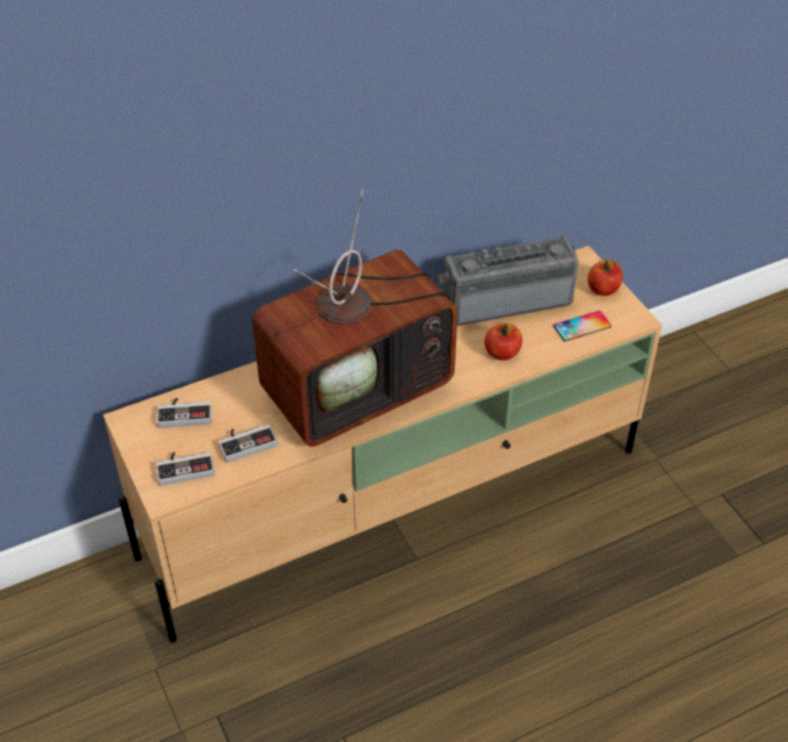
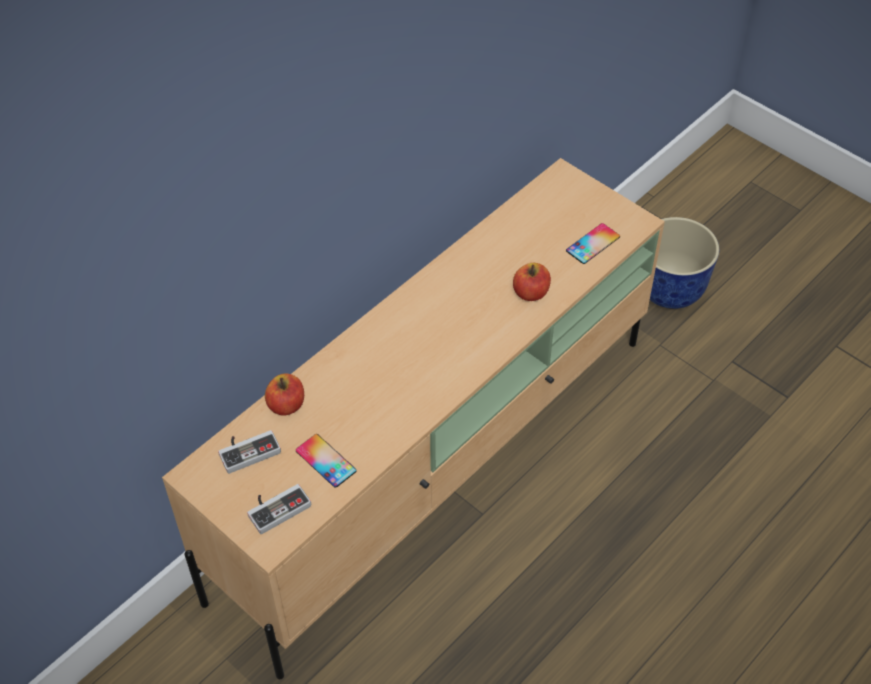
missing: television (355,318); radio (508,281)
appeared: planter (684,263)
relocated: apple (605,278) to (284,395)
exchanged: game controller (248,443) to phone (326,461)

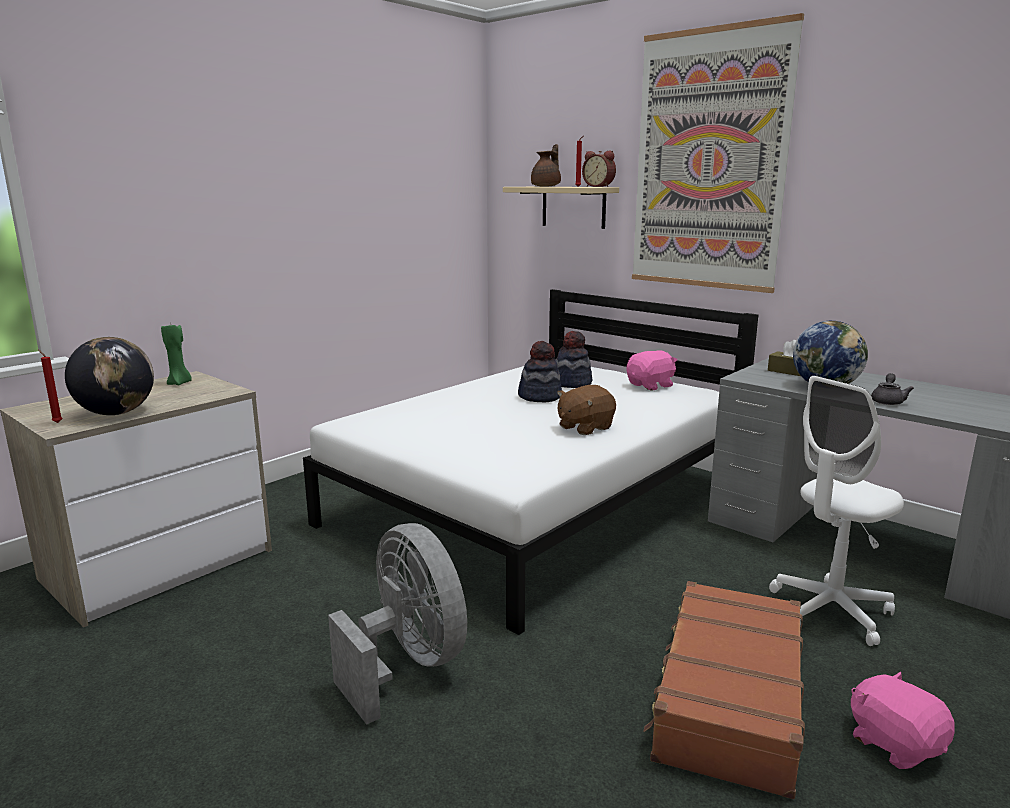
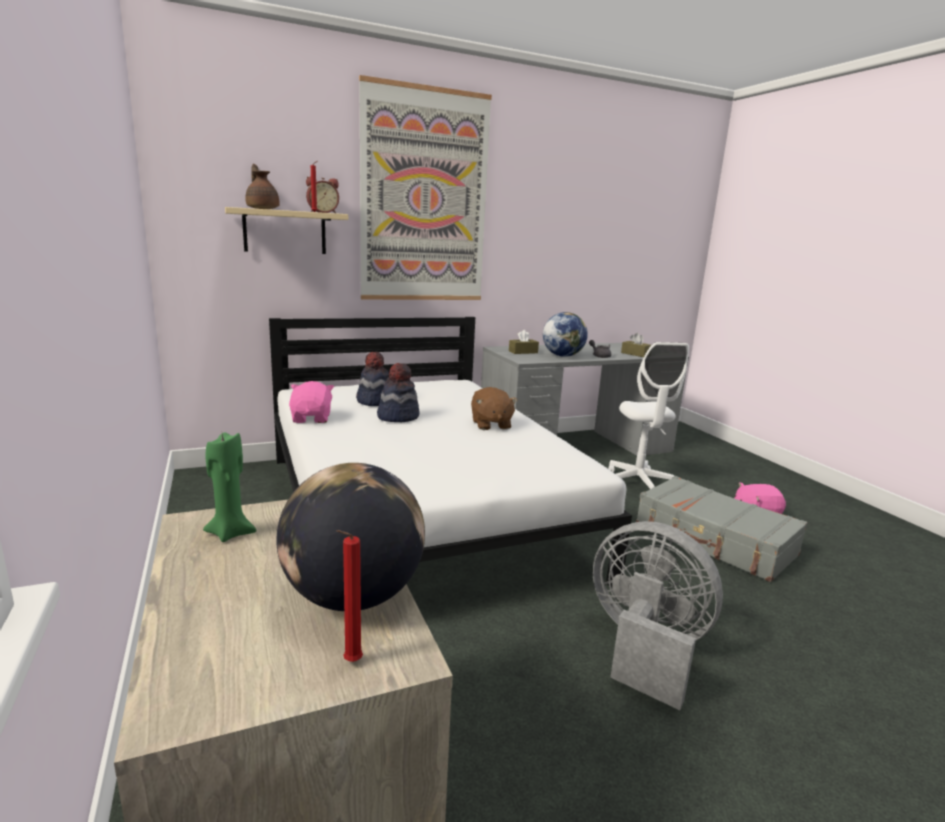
appeared: tissue box/brown (636,345)
relocated: plush toy/pink (652,370) to (311,402)
colour: suitcase/brown (724,690) to suitcase/grey (722,529)
spun: fan/grey (397,624) = (658,615) 45 degrees clockwise

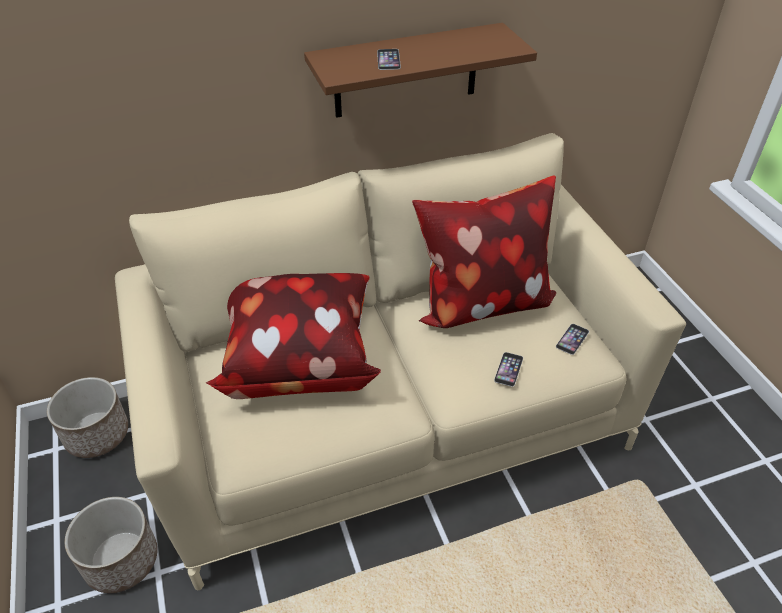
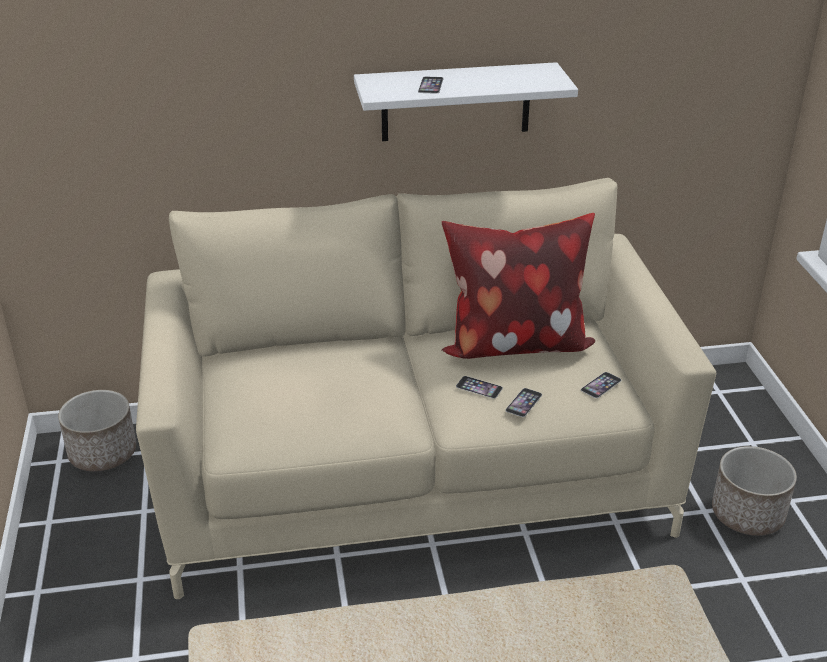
missing: pillow (293,336)
appeared: phone (479,387)
relocated: planter (111,545) to (754,491)
colour: shelf/brown (420,70) to shelf/white (466,101)

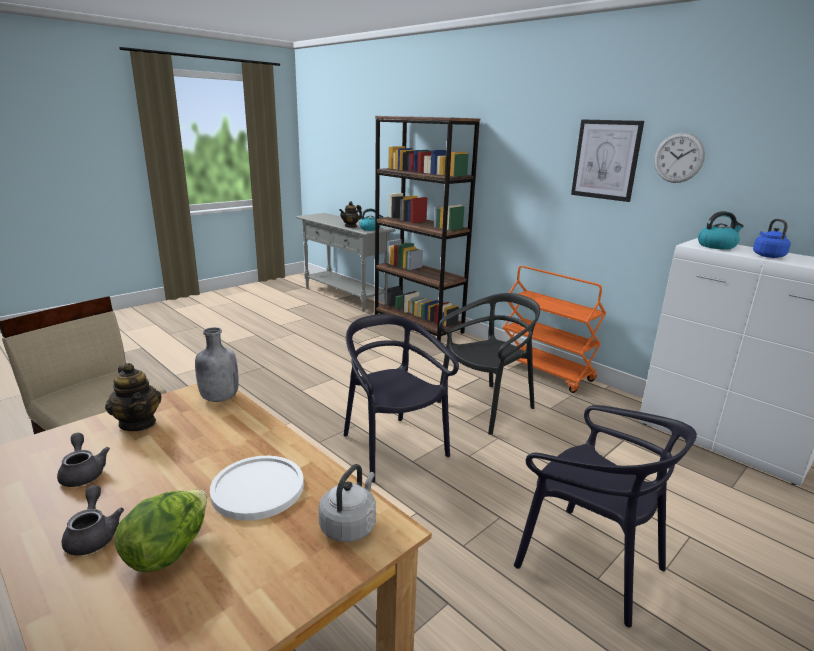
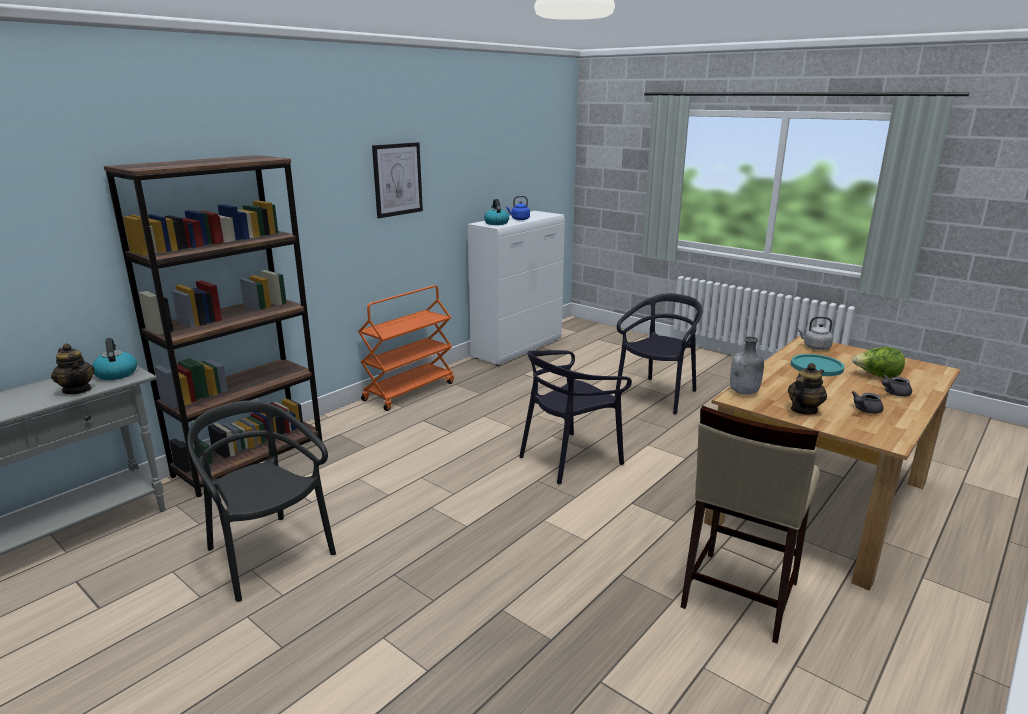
missing: wall clock (679,157)
relocated: chair/black (488,364) to (261,501)
colour: plate/white (257,488) to plate/turquoise (817,365)

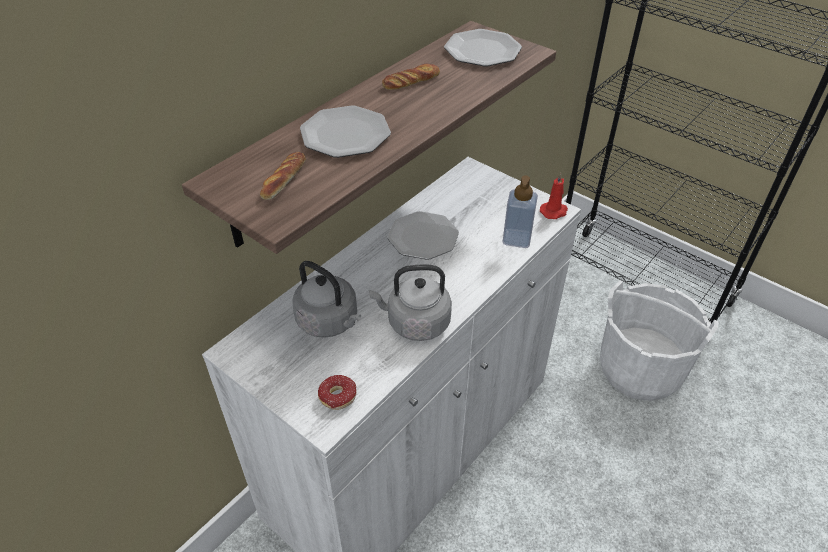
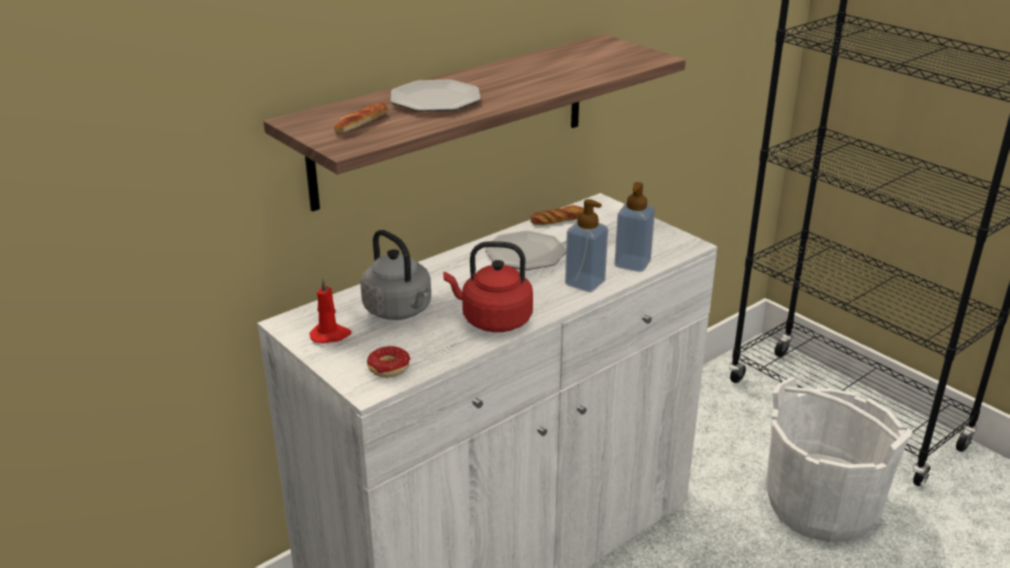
missing: plate (483,48)
appeared: soap dispenser (586,245)
relocated: bread (411,77) to (557,215); candle/red (554,195) to (330,311)
colour: kettle/grey (410,302) to kettle/red (488,286)

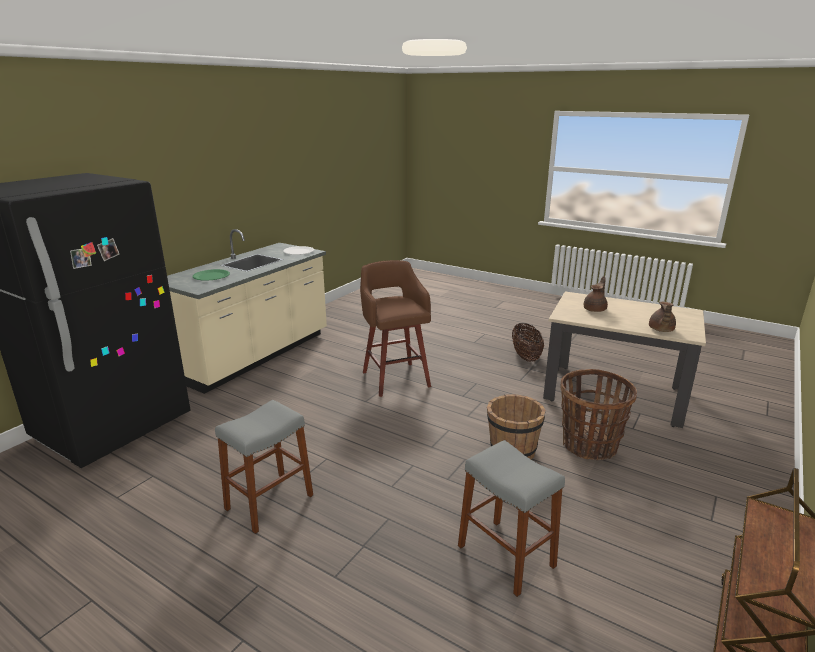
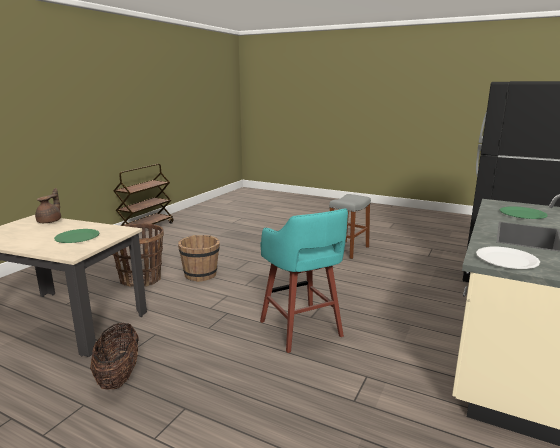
missing: stool/grey (511,518)
exchanged: teapot/brown (596,294) to plate/green (76,236)
colour: stool/brown (395,328) to stool/turquoise (304,280)

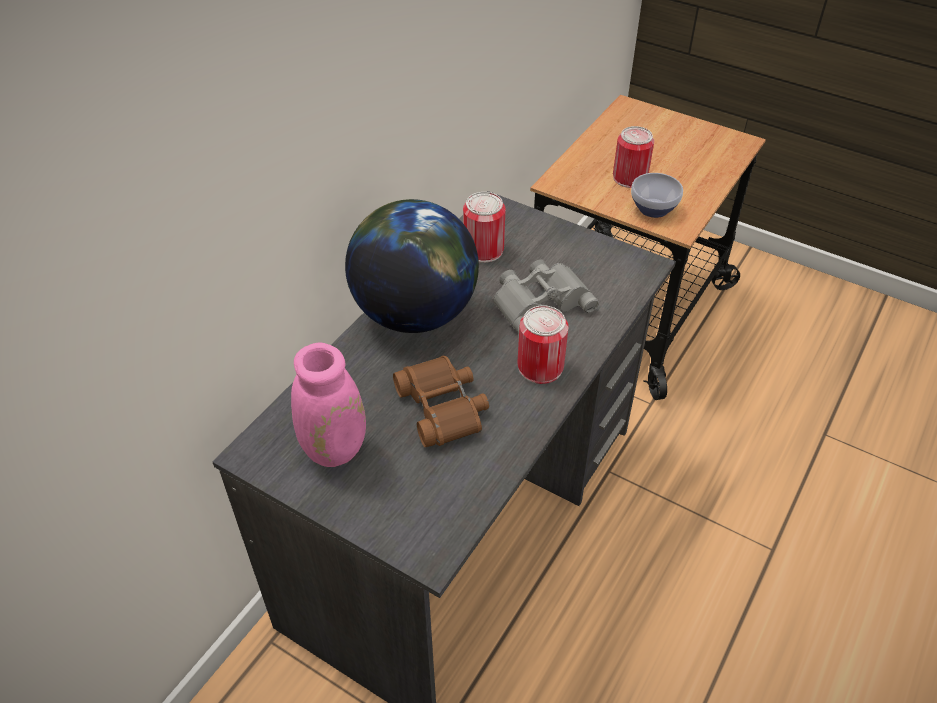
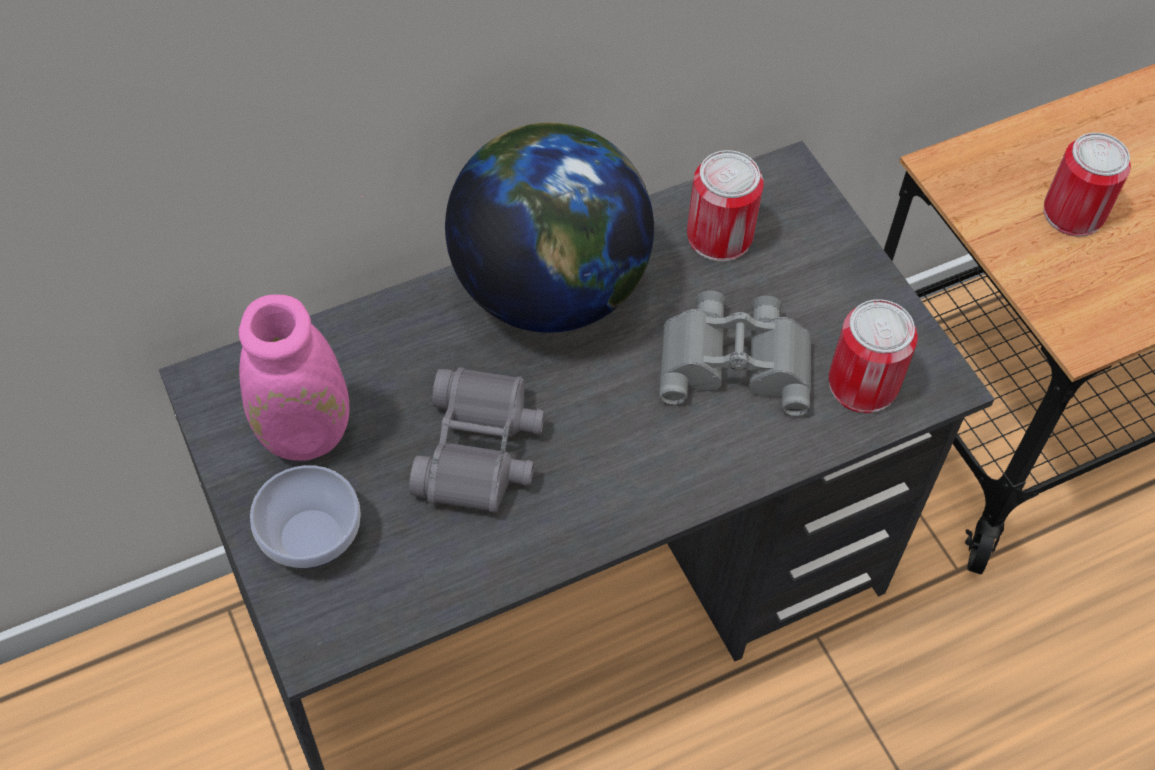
relocated: can (543,344) to (873,356); bowl (657,195) to (305,516)
colour: binoculars/brown (441,401) to binoculars/grey (477,440)

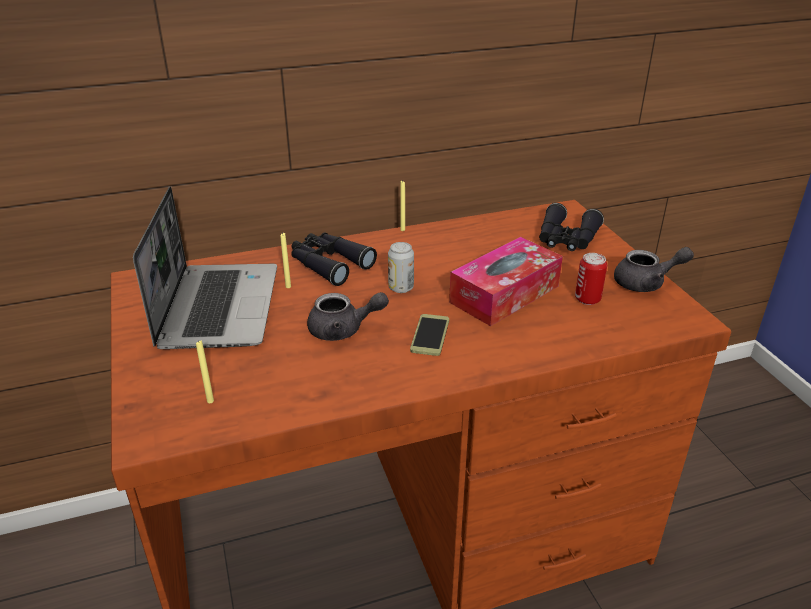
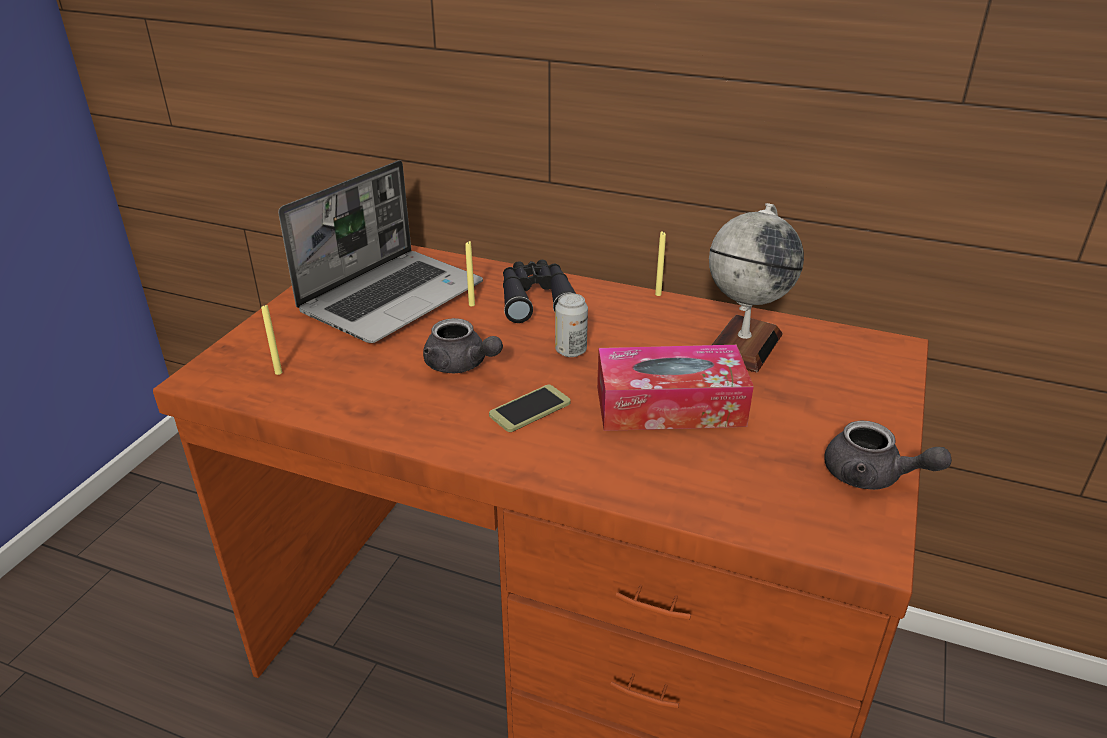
missing: binoculars/black (571,227); can (591,279)
appeared: globe (756,288)

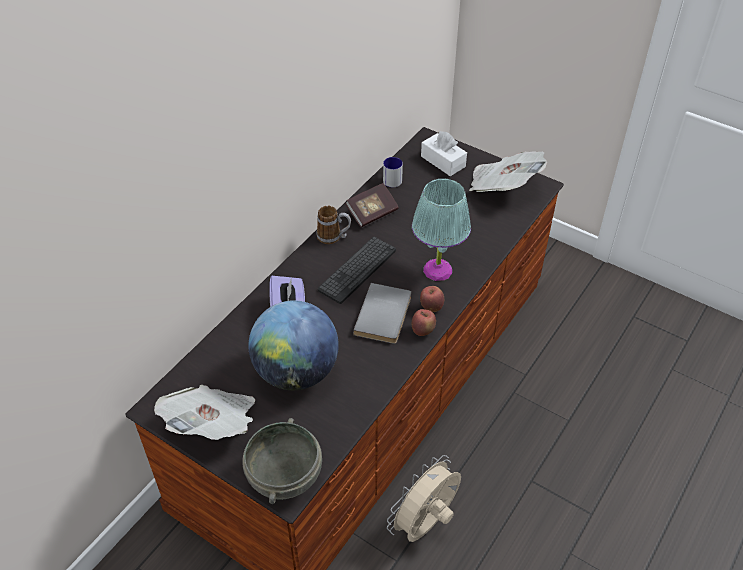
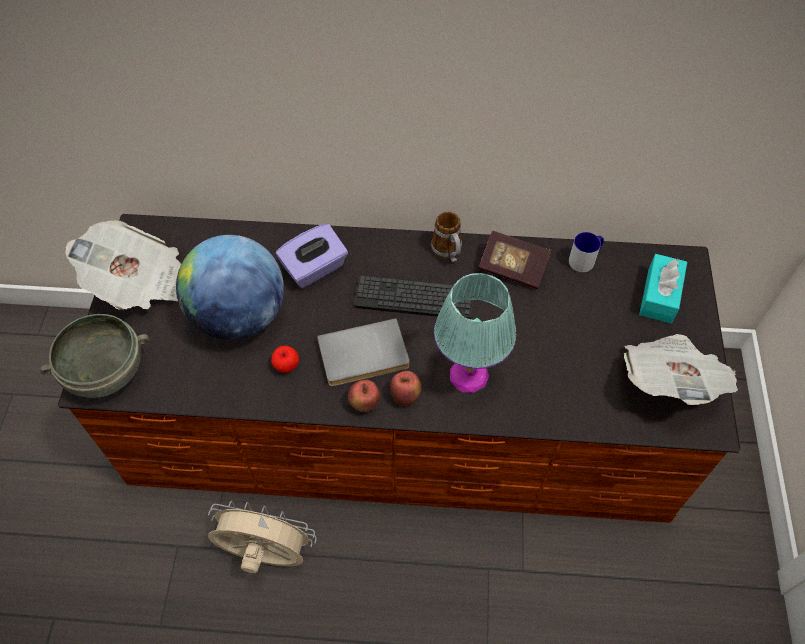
appeared: apple (285,359)
colour: tissue box/white (444,153) to tissue box/turquoise (663,288)

